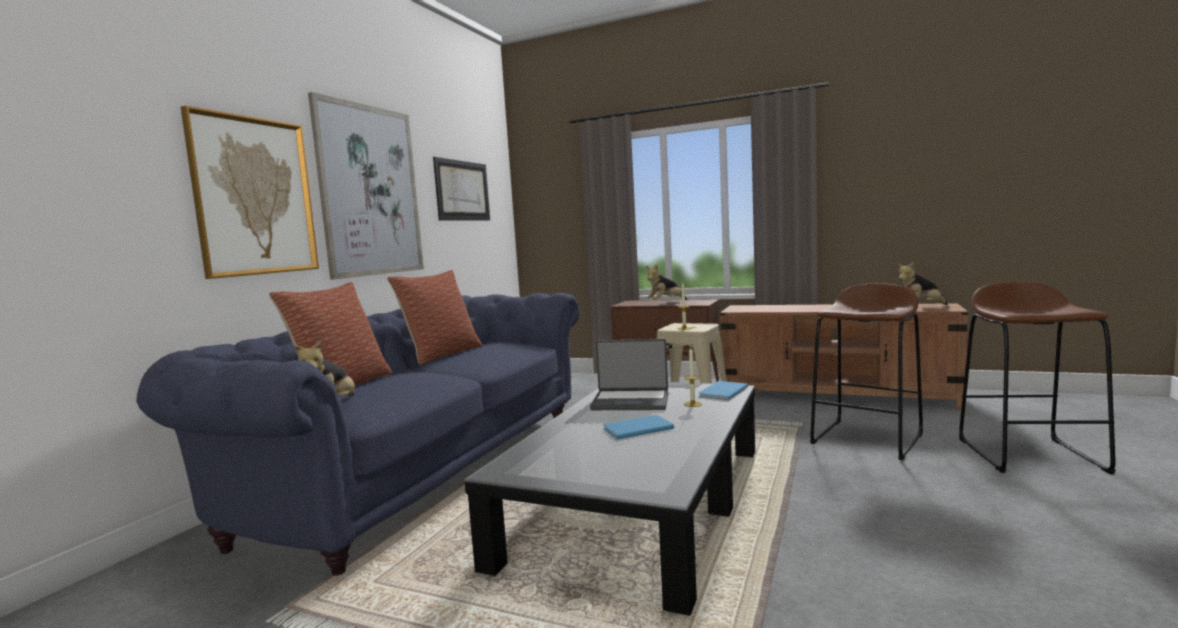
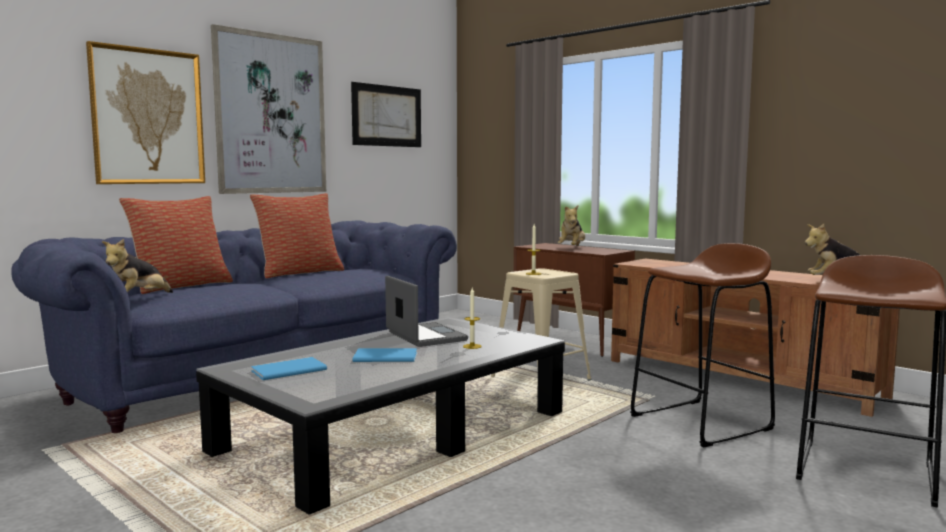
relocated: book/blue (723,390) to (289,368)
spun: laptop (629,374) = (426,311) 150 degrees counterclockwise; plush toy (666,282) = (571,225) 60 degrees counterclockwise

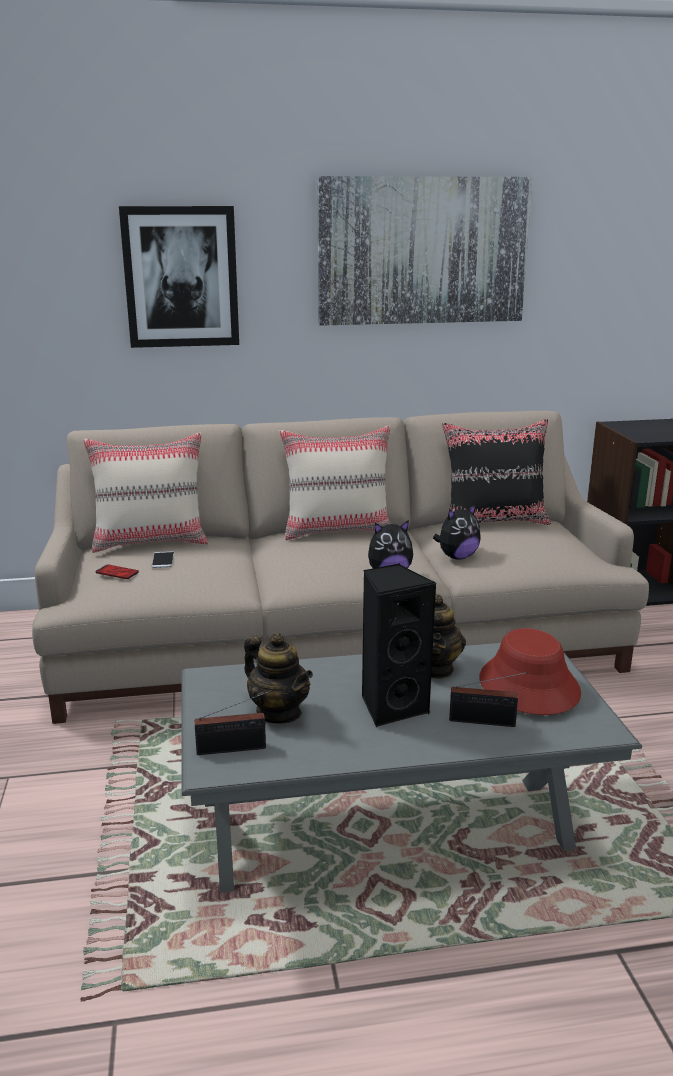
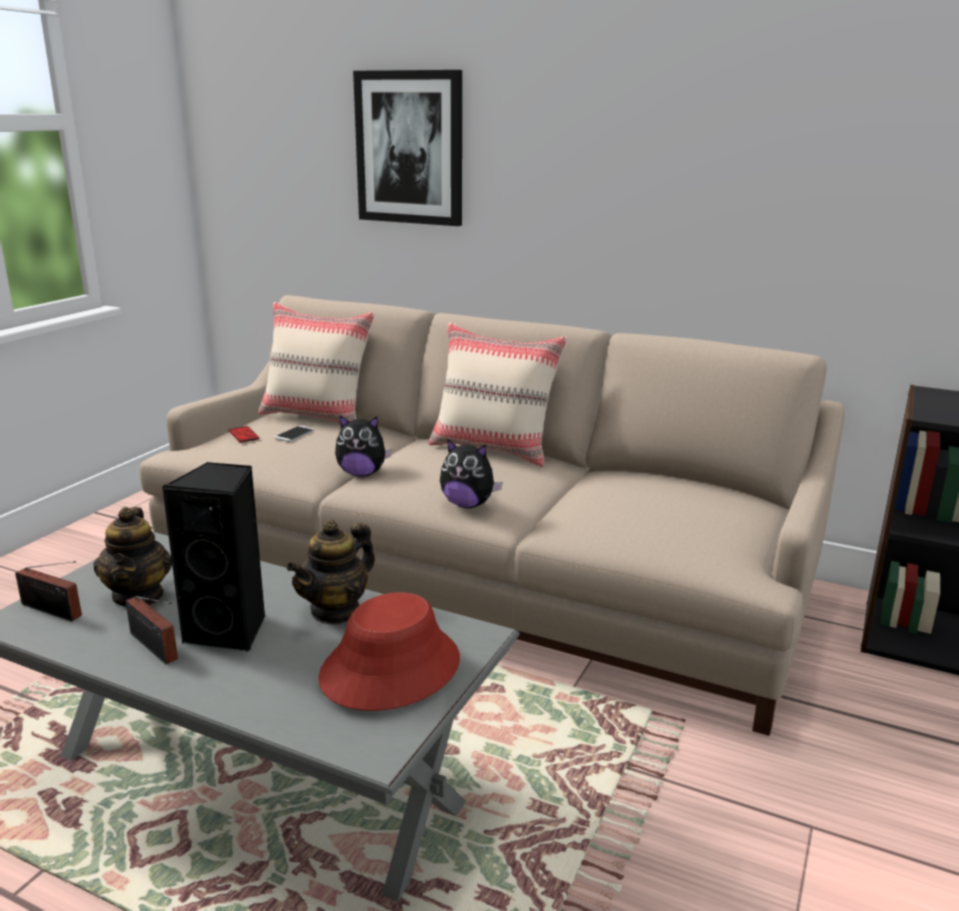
missing: picture (425,251); pillow/black (496,472)
relocated: plush toy (457,532) to (363,446); radio (488,699) to (151,630)

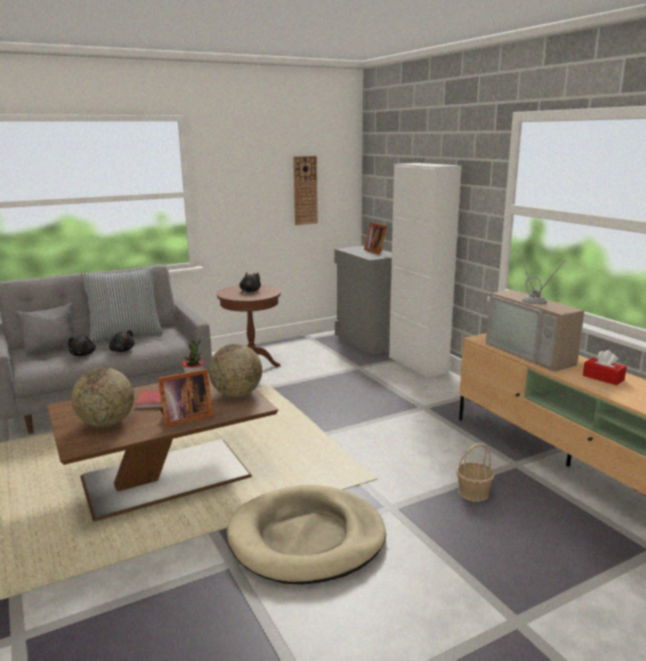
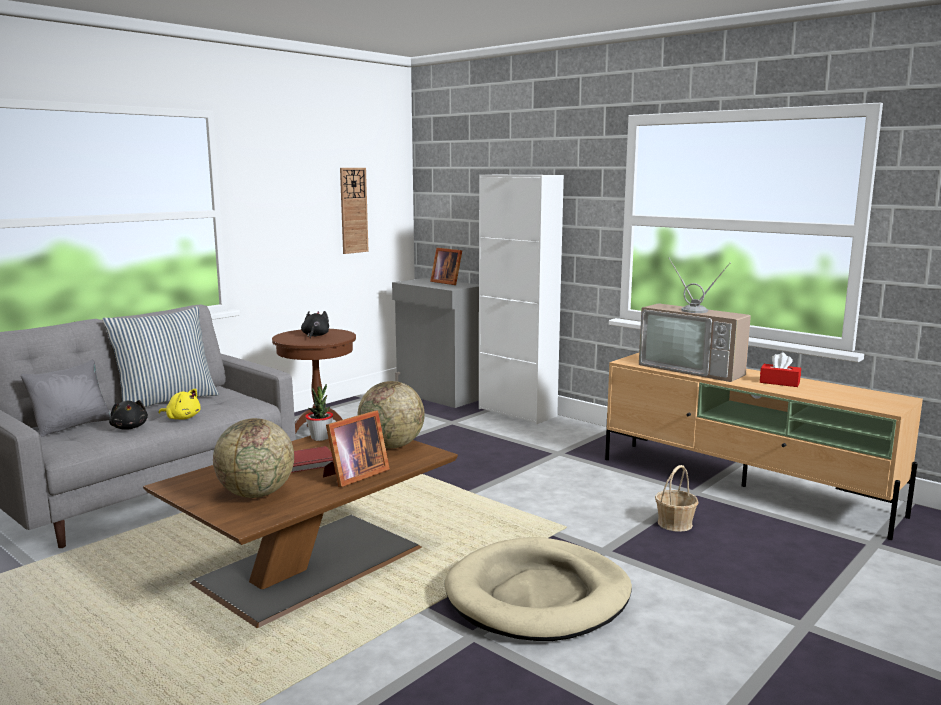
colour: plush toy/black (122,341) to plush toy/yellow (180,404)

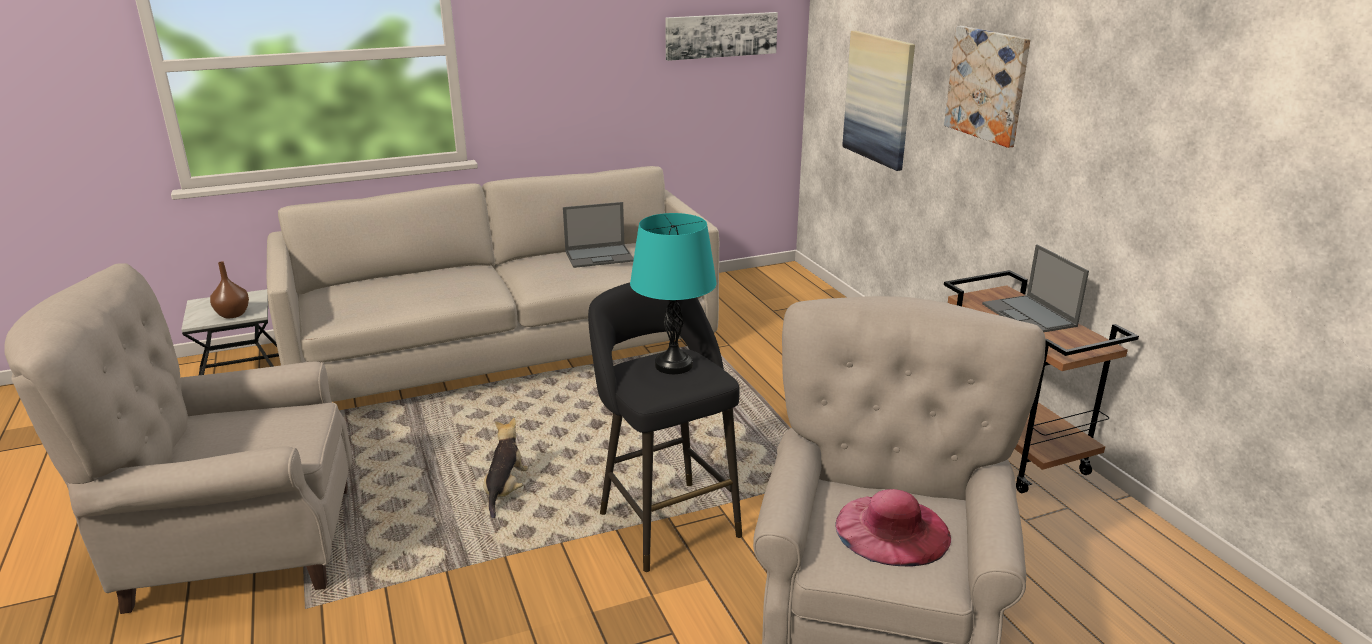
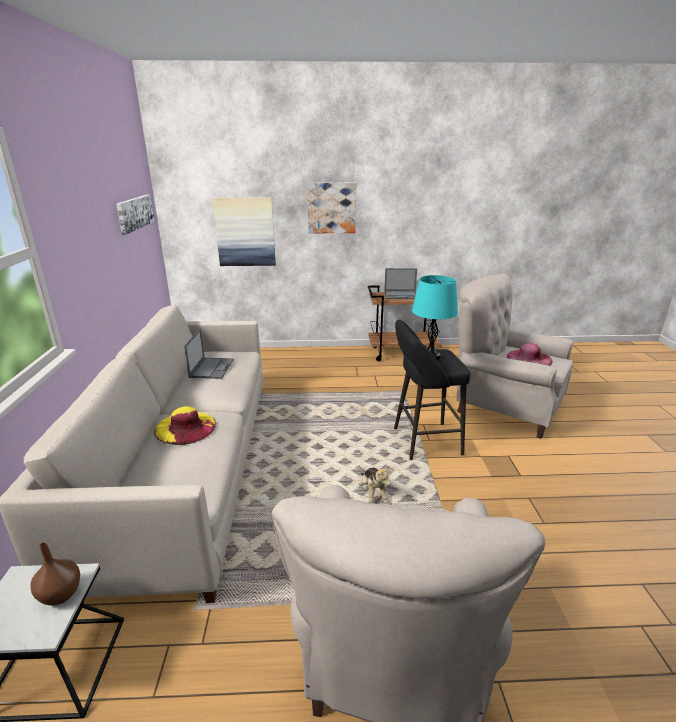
appeared: hat/yellow (185,425)
spun: plush toy (505,468) = (375,483) 135 degrees counterclockwise

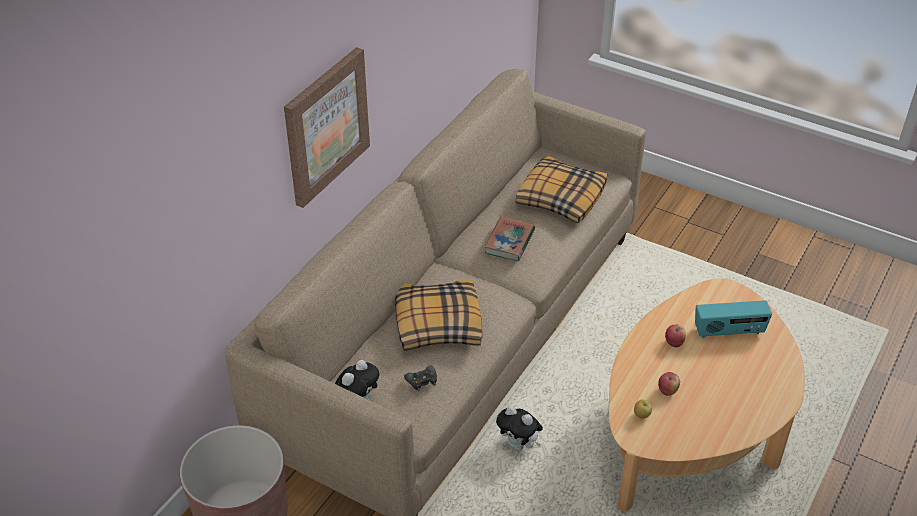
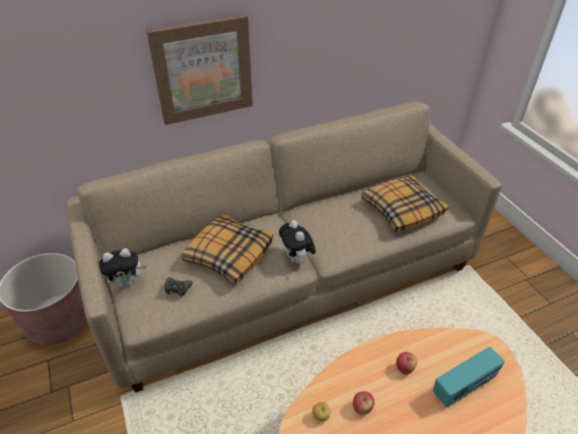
missing: book (509,238)
relocated: plush toy (519,428) to (297,242)
spun: radio (733,319) = (469,377) 60 degrees counterclockwise

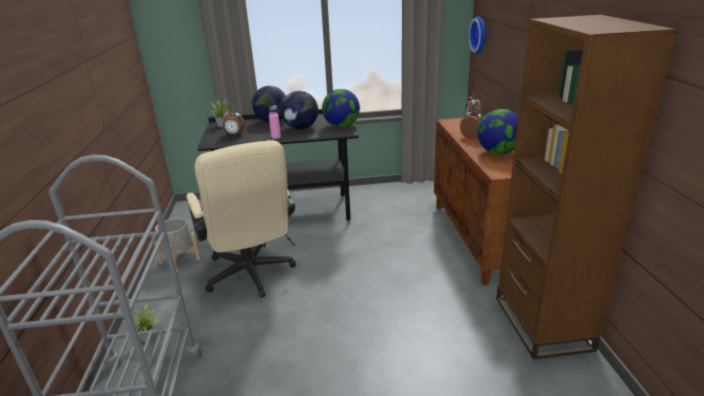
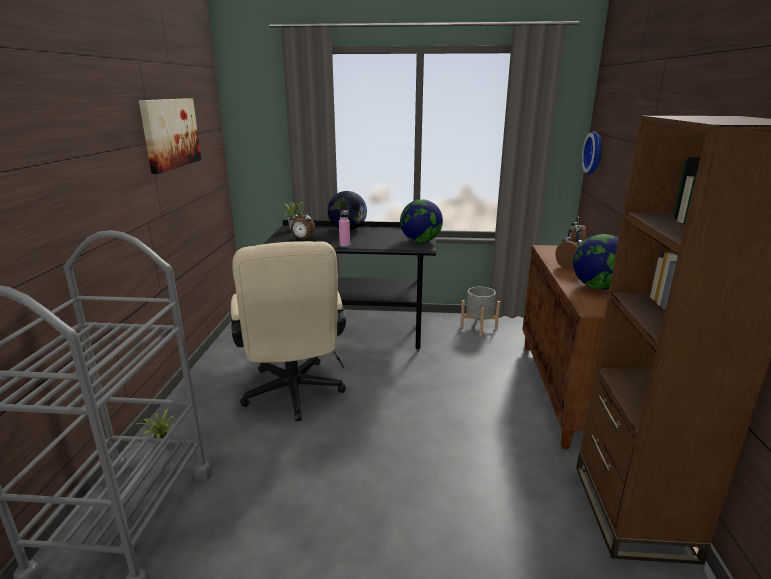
missing: globe (299,110)
appeared: picture (170,136)
relocated: planter/grey (177,245) to (480,311)

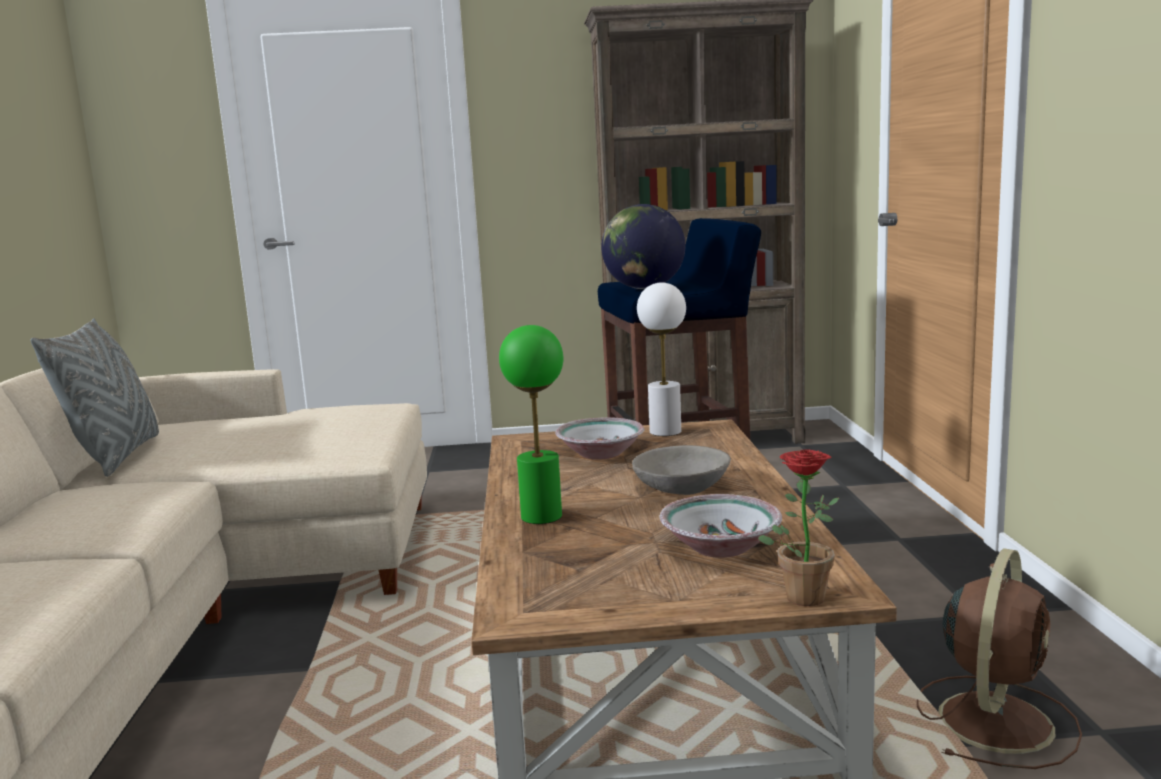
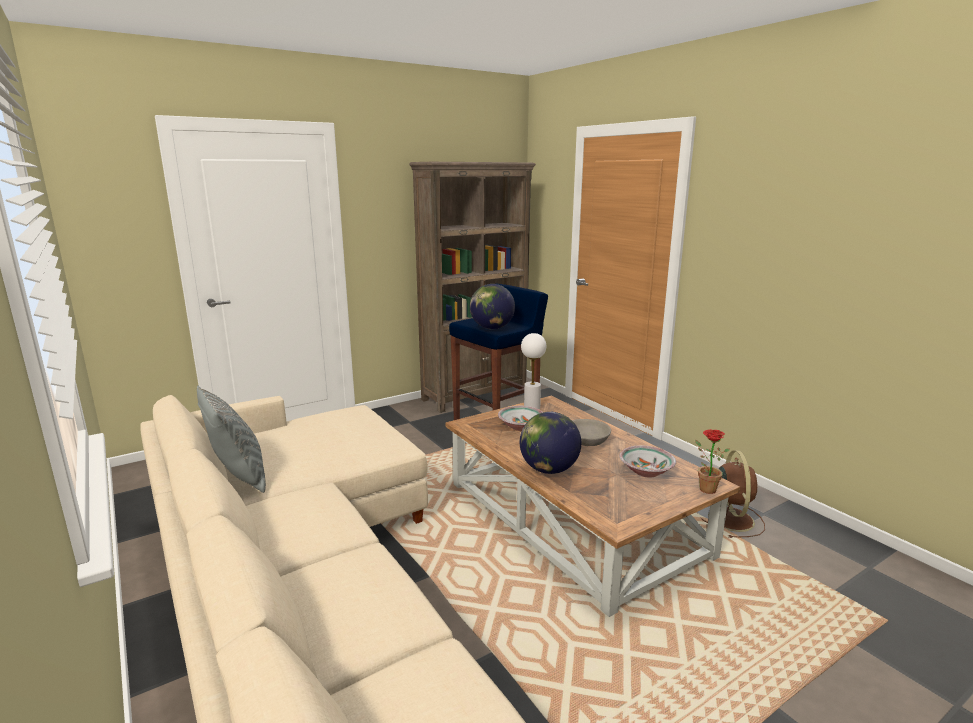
exchanged: table lamp/green (531,424) to globe (550,443)

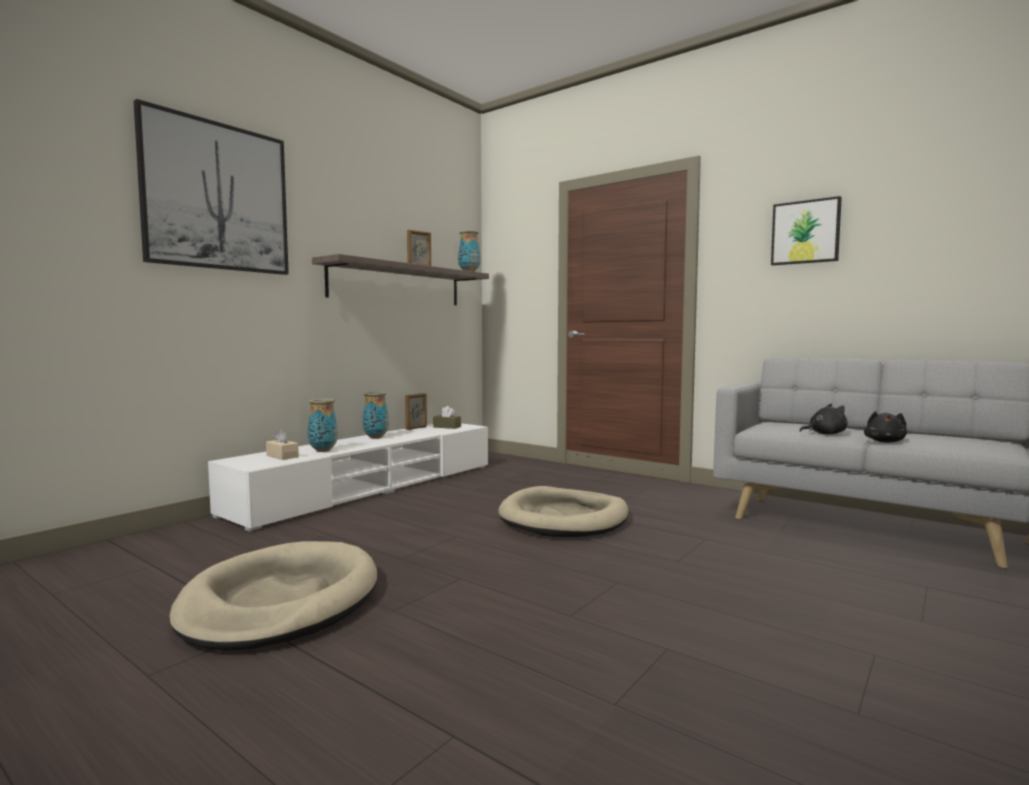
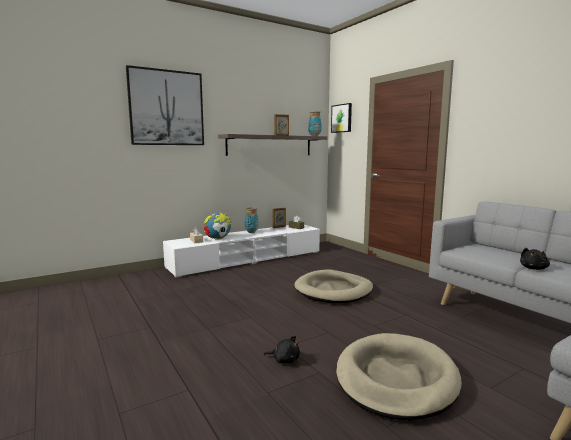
relocated: dog bed/beige (273,596) to (399,376); picture (806,230) to (341,118); plush toy/black (823,419) to (282,349)
exchanged: vase (322,425) to globe (217,226)

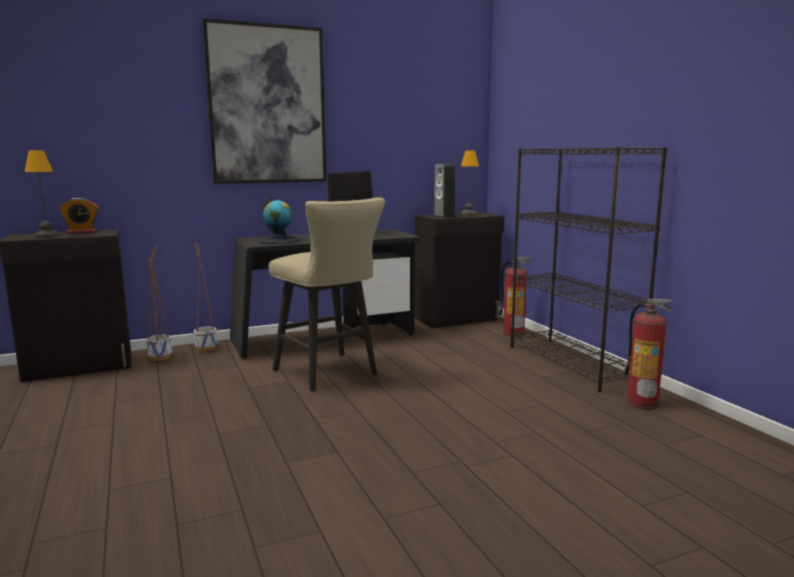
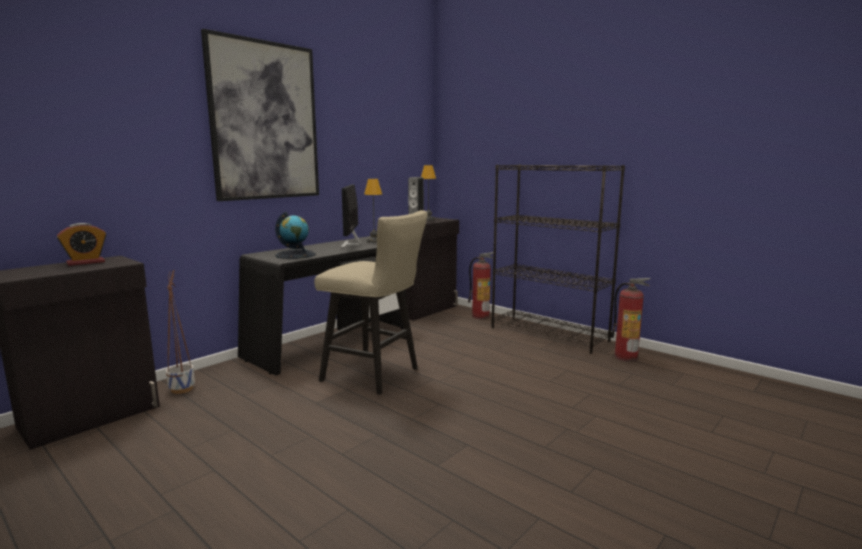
missing: planter (206,296)
relocated: table lamp (42,193) to (373,211)

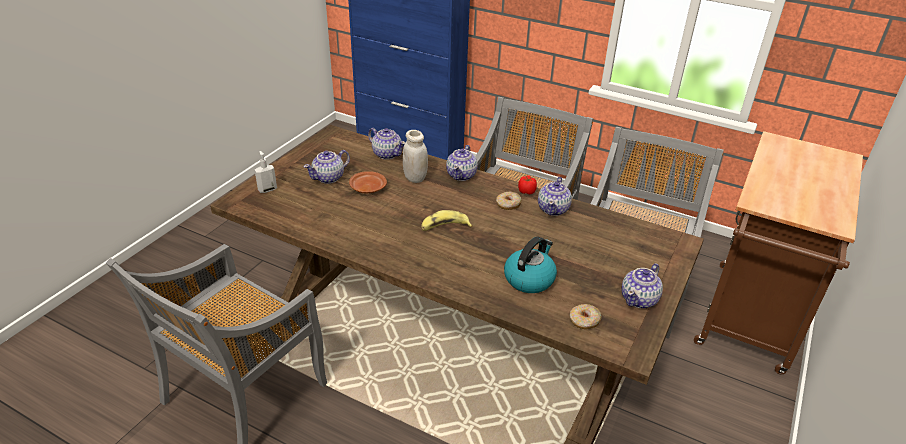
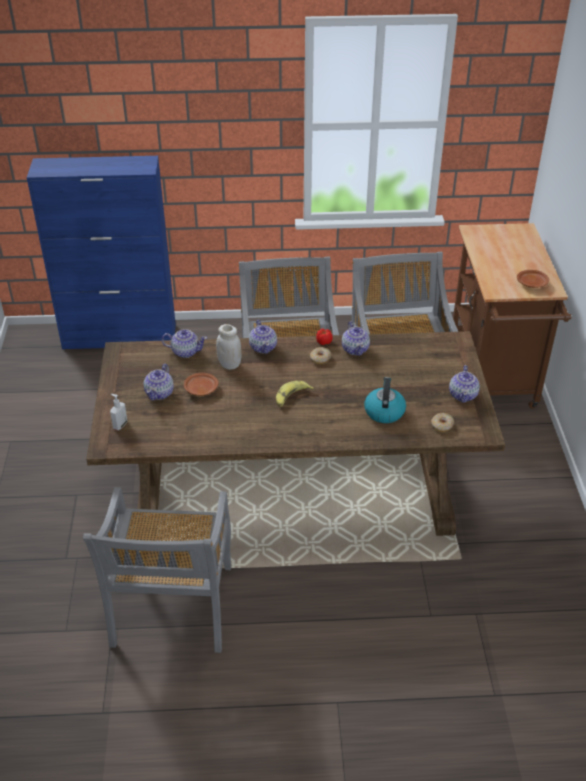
appeared: plate/brown (533,279)

